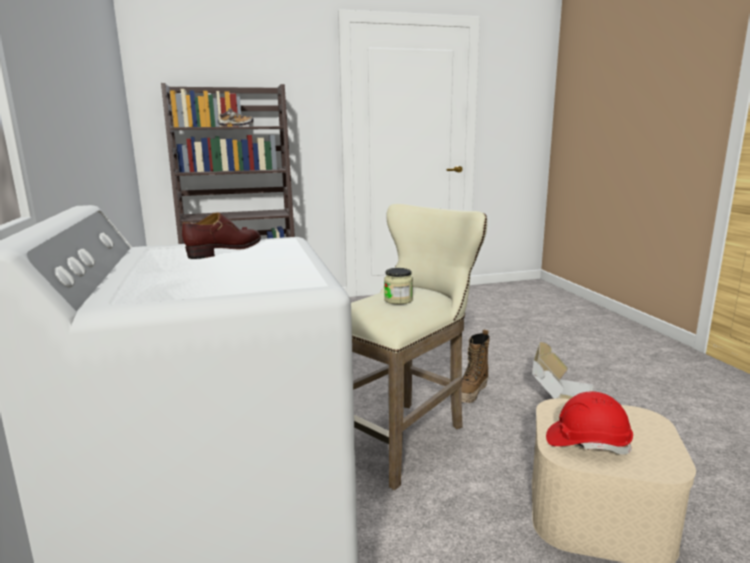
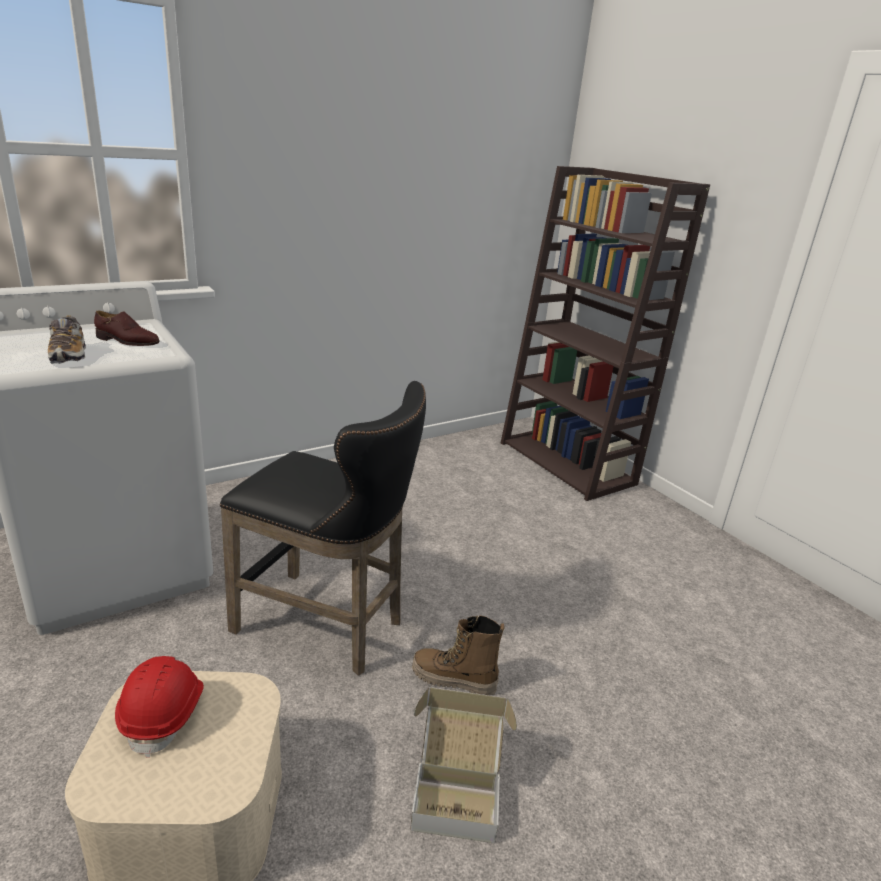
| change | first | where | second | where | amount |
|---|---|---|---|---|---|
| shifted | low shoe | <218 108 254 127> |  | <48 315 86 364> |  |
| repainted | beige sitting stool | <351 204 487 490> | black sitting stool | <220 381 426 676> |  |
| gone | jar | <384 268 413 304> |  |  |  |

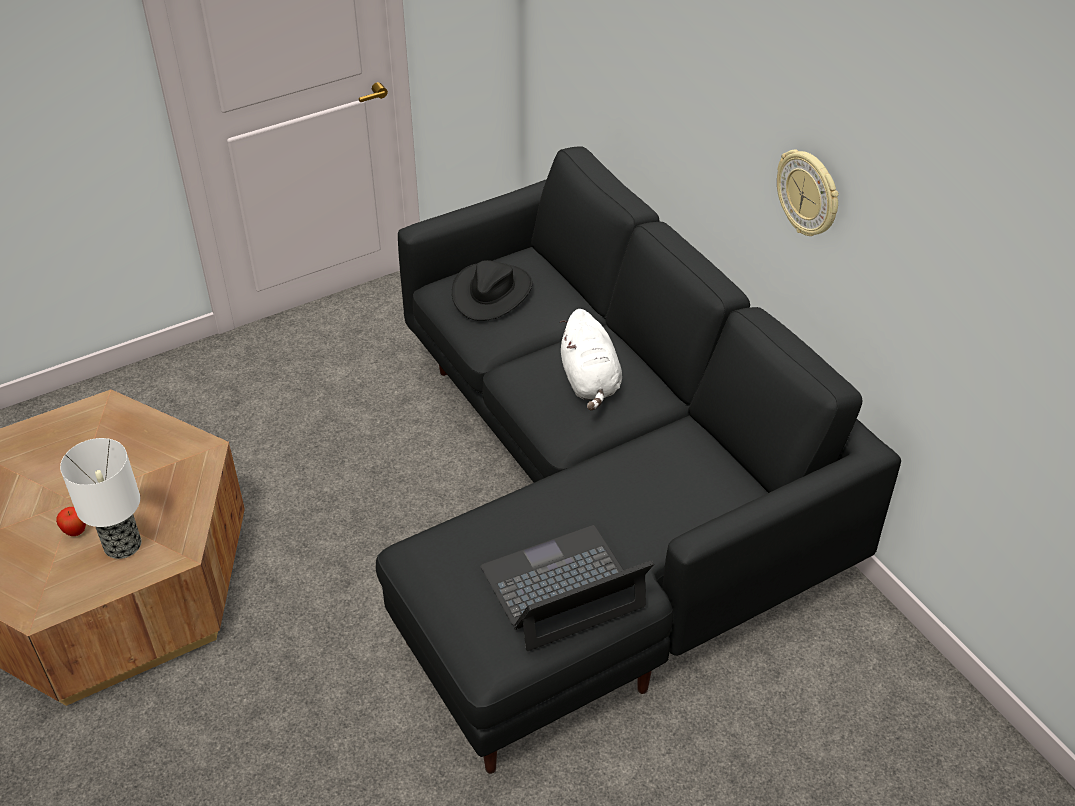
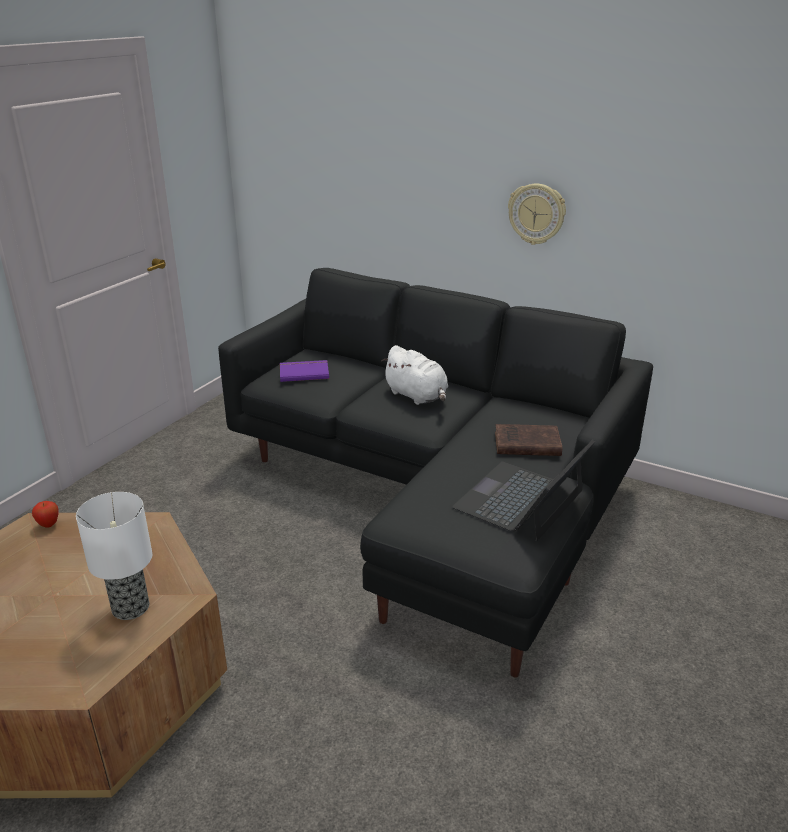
| change | first | where | second | where | amount |
|---|---|---|---|---|---|
| shifted | apple | <56 507 86 536> |  | <32 501 58 528> |  |
| swapped | black hat | <452 260 533 321> | purplish volume | <280 360 329 382> |  |
| new |  |  | brown-coloured volume | <495 424 562 456> |  |

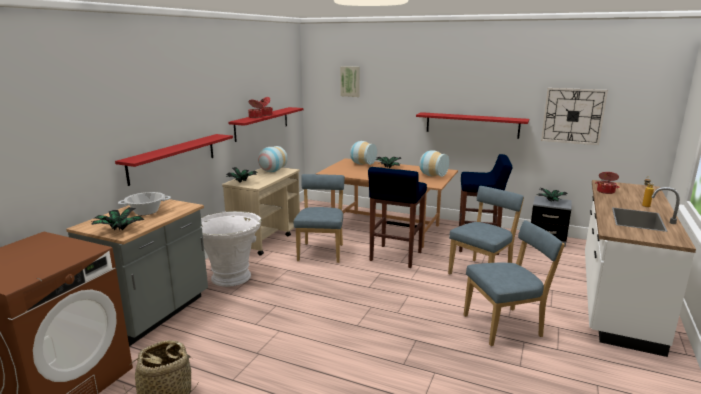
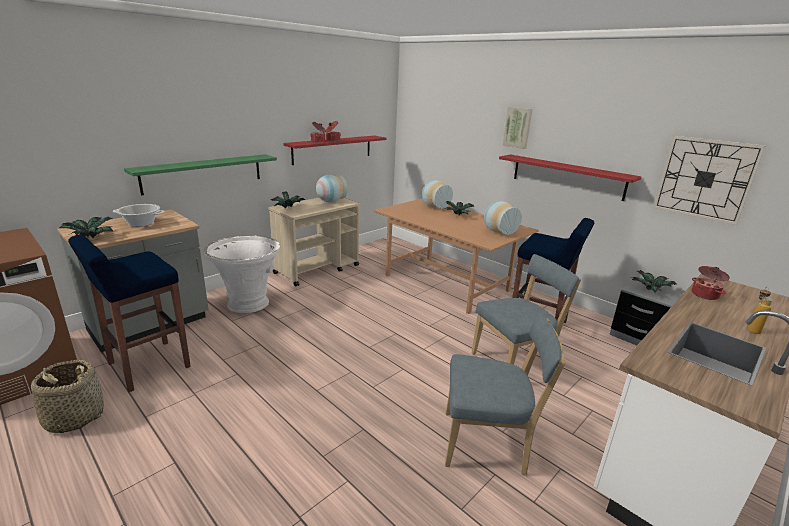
| change | first | where | second | where | amount |
|---|---|---|---|---|---|
| repainted | reddish shelf | <115 134 233 186> | greenish shelf | <124 154 277 195> |  |
| gone | blue plain chair | <294 174 345 263> |  |  |  |
| shifted | wall art | <340 66 360 97> |  | <502 107 532 149> |  |
| shifted | blue sitting stool | <368 167 427 268> |  | <68 234 191 392> |  |

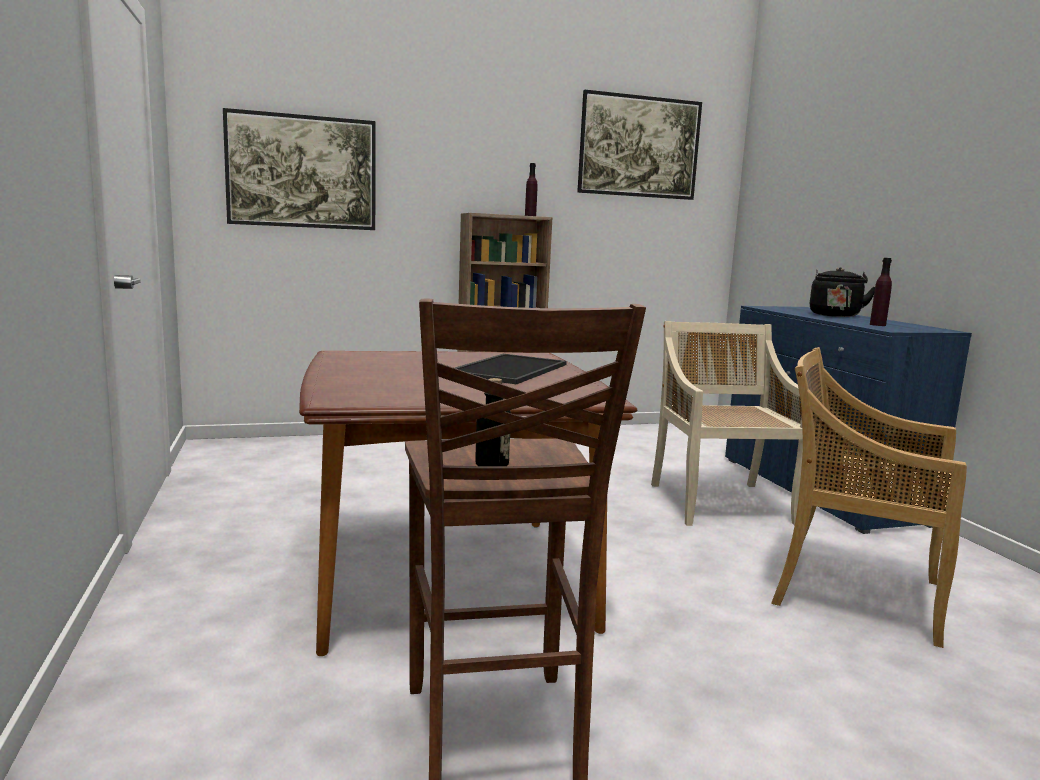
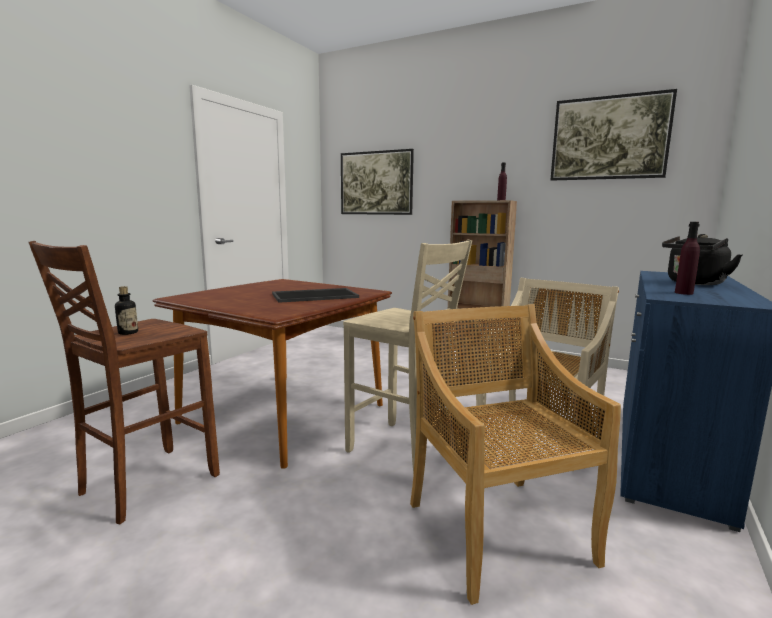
| change | first | where | second | where | amount |
|---|---|---|---|---|---|
| new |  |  | beige sitting stool | <343 239 472 474> |  |

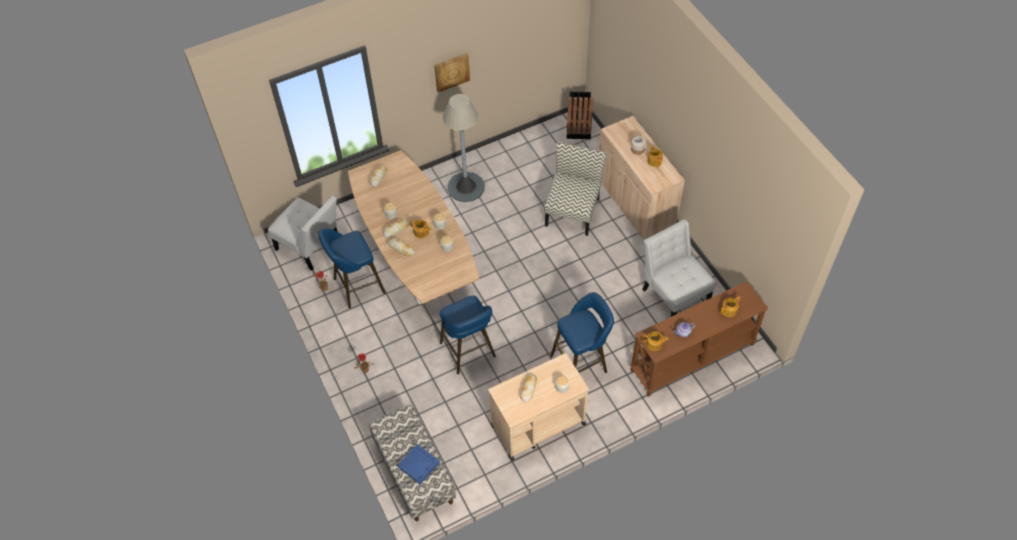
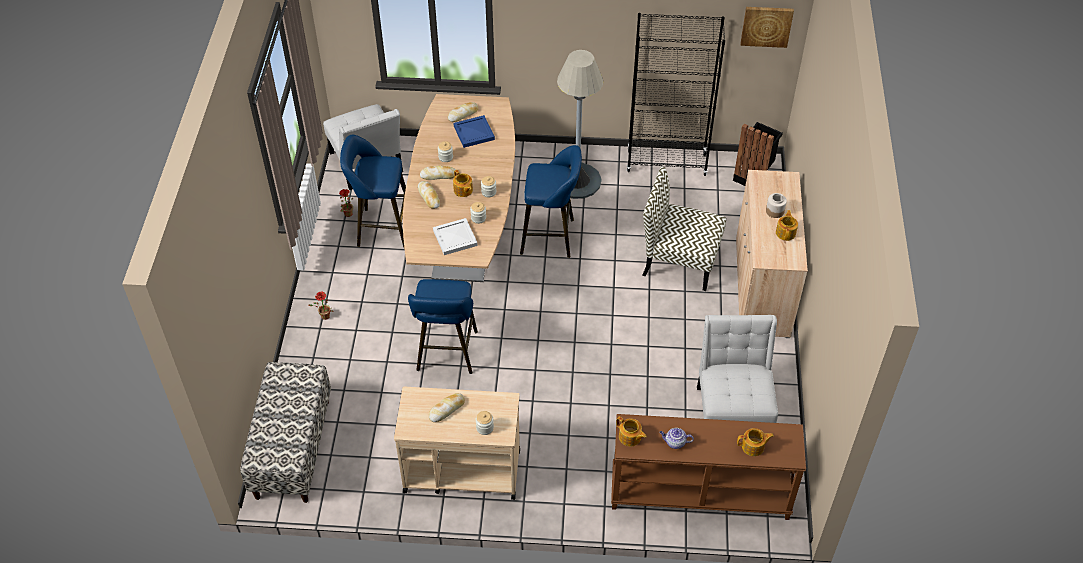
| change | first | where | second | where | amount |
|---|---|---|---|---|---|
| shifted | blue serving tray | <397 444 440 484> |  | <453 115 495 148> |  |
| shifted | wall art | <434 53 470 93> |  | <741 7 794 48> |  |
| rotated | plain chair | <544 142 606 236> |  | <642 167 726 291> | 120 degrees counterclockwise |
| shifted | blue sitting stool | <550 292 614 373> |  | <520 145 582 258> |  |
| new |  |  | white serving tray | <433 218 478 255> |  |
| new |  |  | black bookshelf | <627 13 725 176> |  |

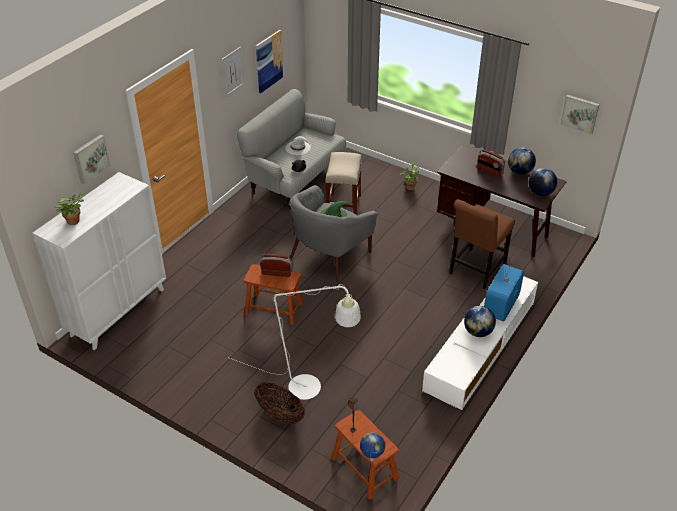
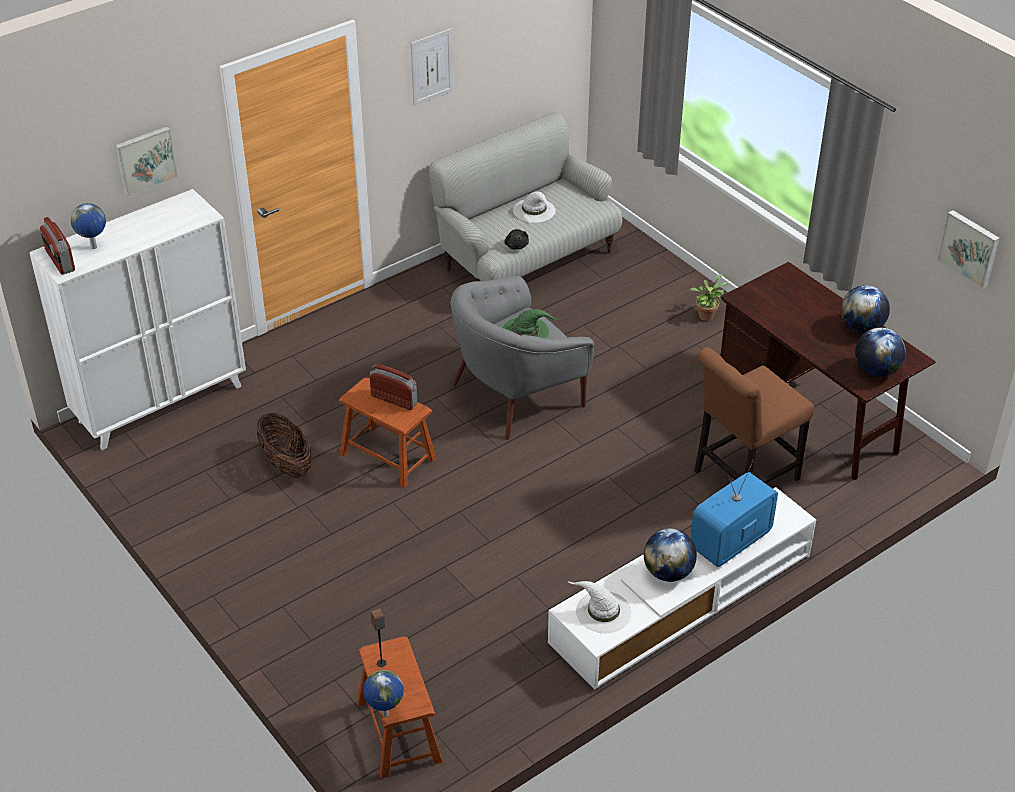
| change | first | where | second | where | amount |
|---|---|---|---|---|---|
| swapped | potted plant | <55 192 85 225> | world globe | <71 203 106 249> |  |
| gone | white standing lamp | <230 284 361 400> |  |  |  |
| shifted | storage basket | <254 382 305 424> |  | <257 413 312 478> |  |
| gone | wall art | <256 30 284 93> |  |  |  |
| gone | beige sitting stool | <325 152 362 215> |  |  |  |
| shifted | radio | <477 149 505 178> |  | <40 217 75 275> |  |
| new |  |  | white hat | <568 581 631 633> |  |

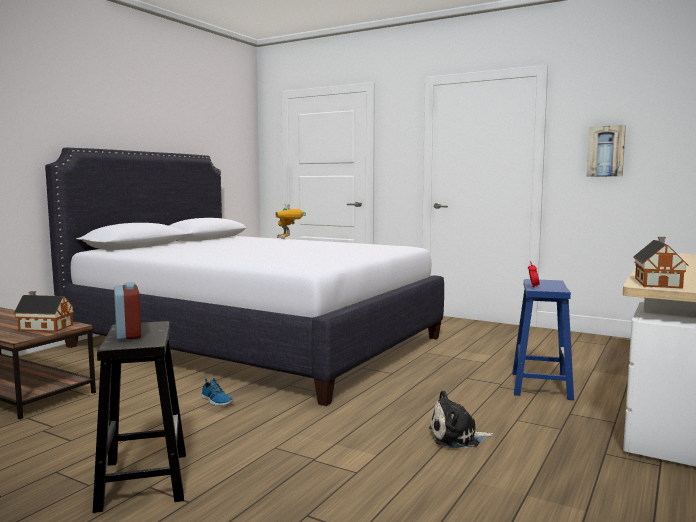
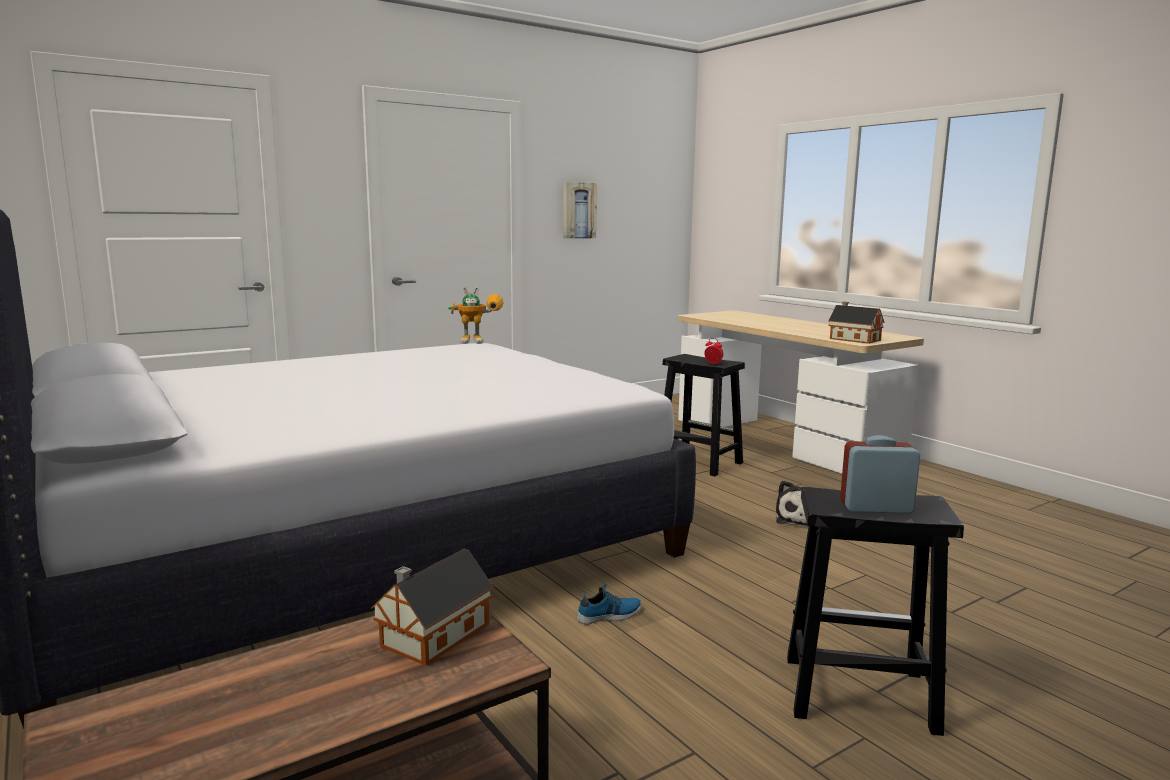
| change | first | where | second | where | amount |
|---|---|---|---|---|---|
| shifted | model robot | <276 204 306 239> |  | <448 287 504 344> |  |
| repainted | blue sitting stool | <512 279 574 401> | black sitting stool | <663 354 745 476> |  |

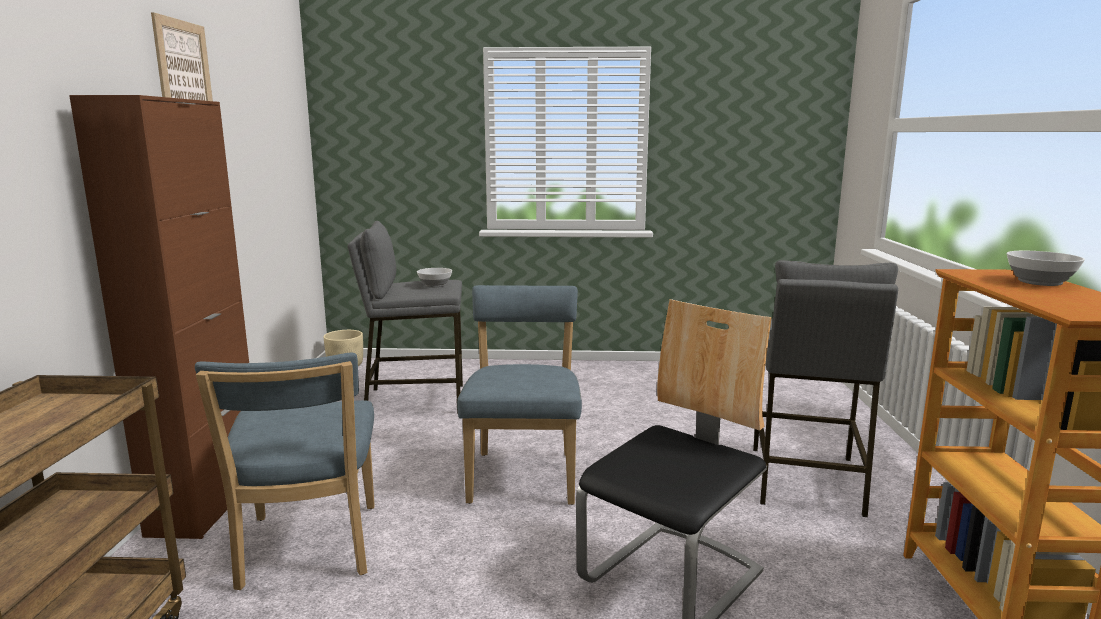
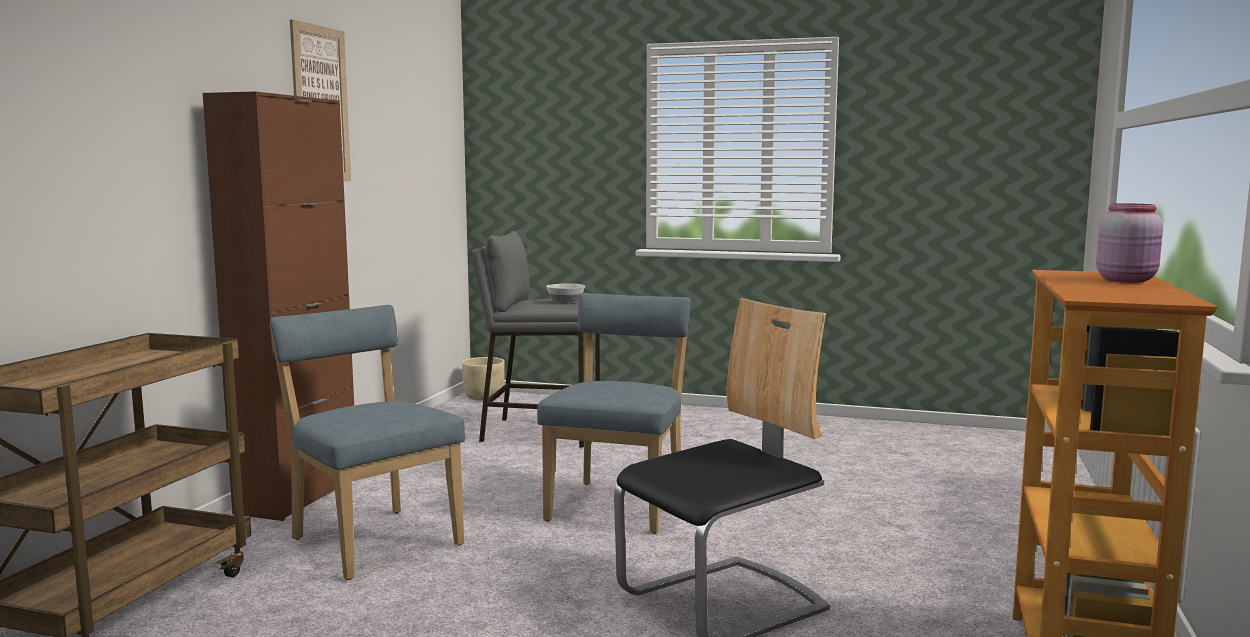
| change | first | where | second | where | amount |
|---|---|---|---|---|---|
| rotated | blue plain chair | <195 352 374 590> |  | <270 305 465 580> | 135 degrees clockwise |
| gone | gray sitting stool | <753 260 898 517> |  |  |  |
| swapped | bowl | <1006 251 1085 286> | pink jar | <1096 203 1163 282> |  |

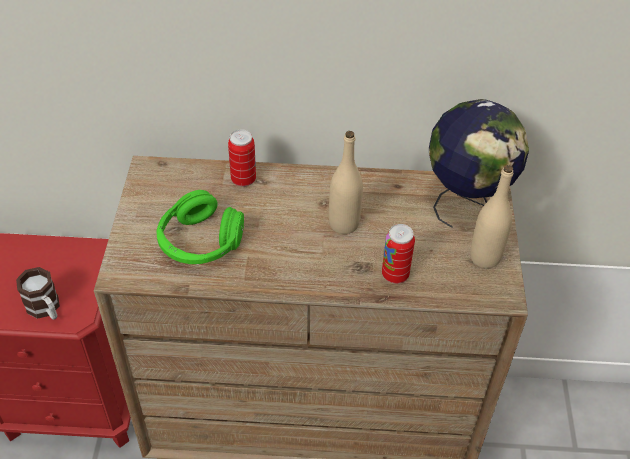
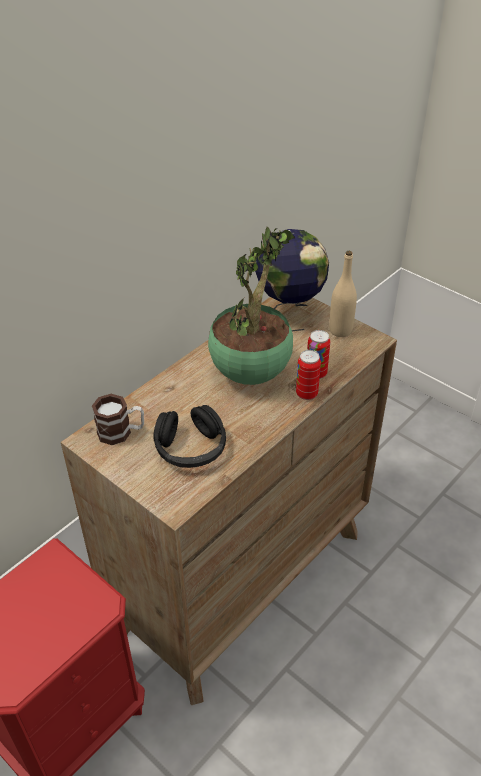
| change | first | where | second | where | amount |
|---|---|---|---|---|---|
| shifted | mug | <16 267 60 320> |  | <92 394 144 445> |  |
| repainted | greenish headset | <157 190 244 264> | black headset | <153 405 226 468> |  |
| shifted | sealed can | <228 130 256 187> |  | <296 350 321 400> |  |
| swapped | beige drink bottle | <329 131 363 234> | potted plant | <208 227 295 385> |  |

